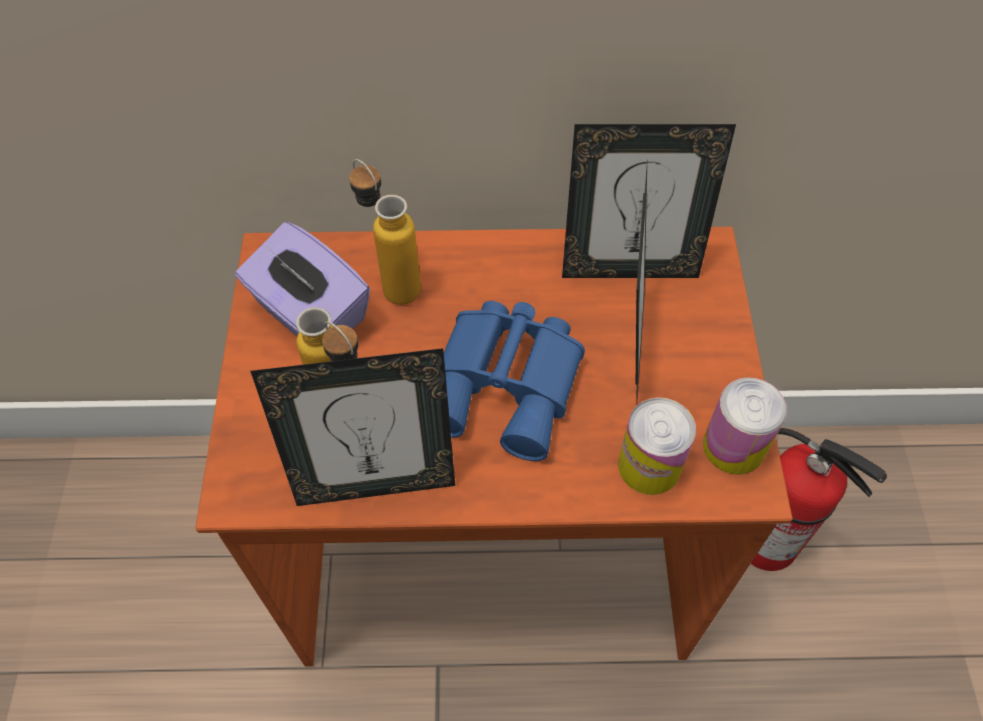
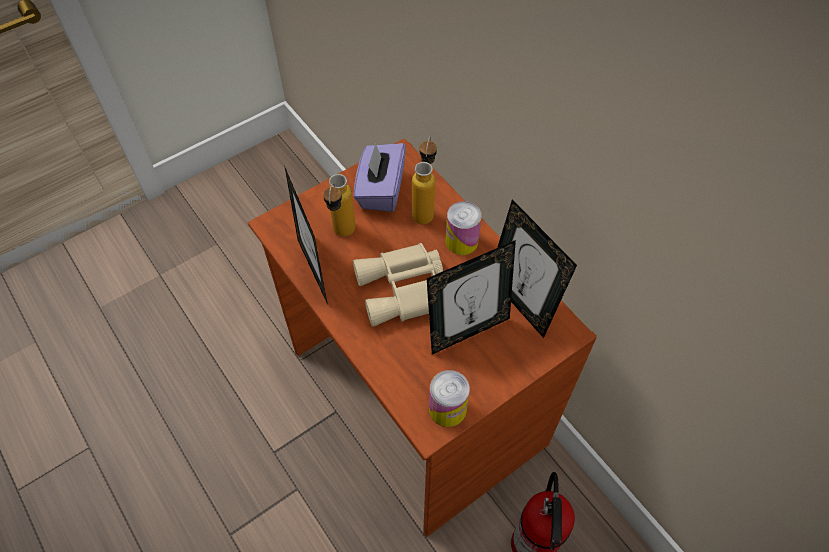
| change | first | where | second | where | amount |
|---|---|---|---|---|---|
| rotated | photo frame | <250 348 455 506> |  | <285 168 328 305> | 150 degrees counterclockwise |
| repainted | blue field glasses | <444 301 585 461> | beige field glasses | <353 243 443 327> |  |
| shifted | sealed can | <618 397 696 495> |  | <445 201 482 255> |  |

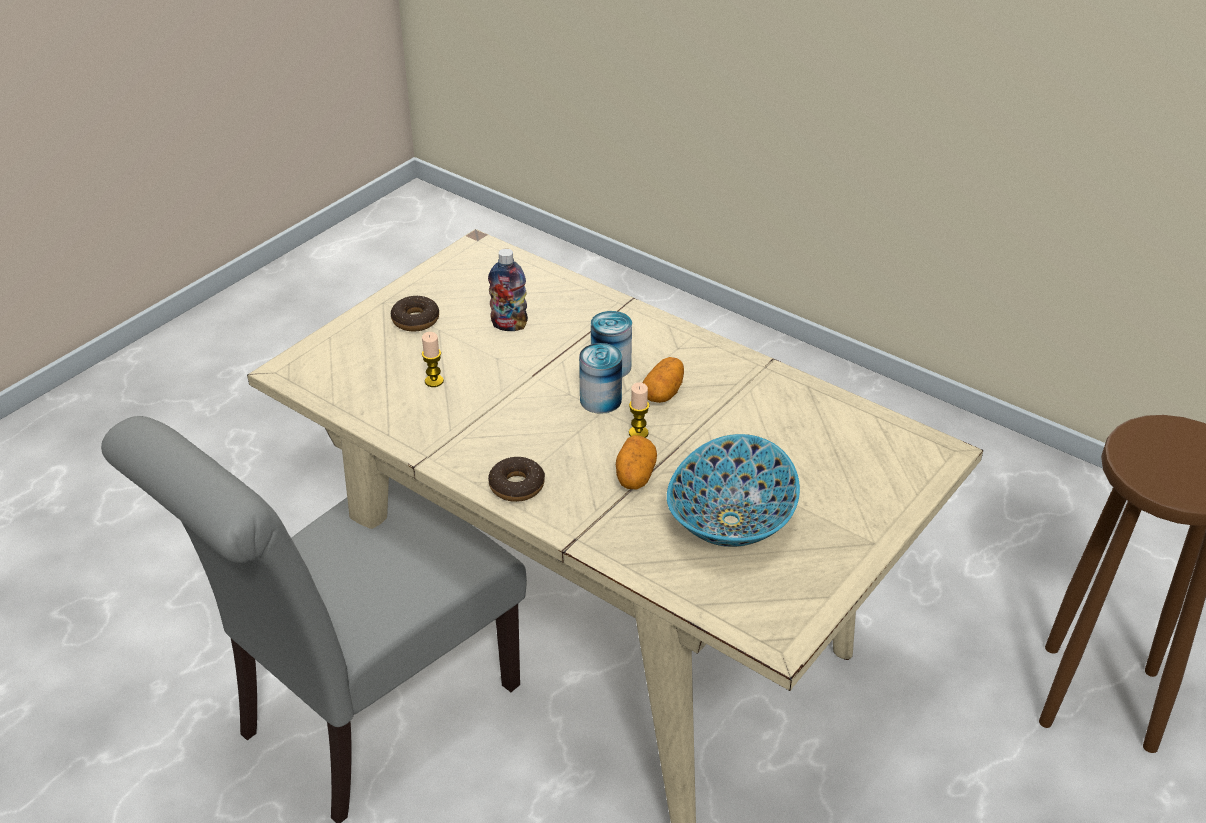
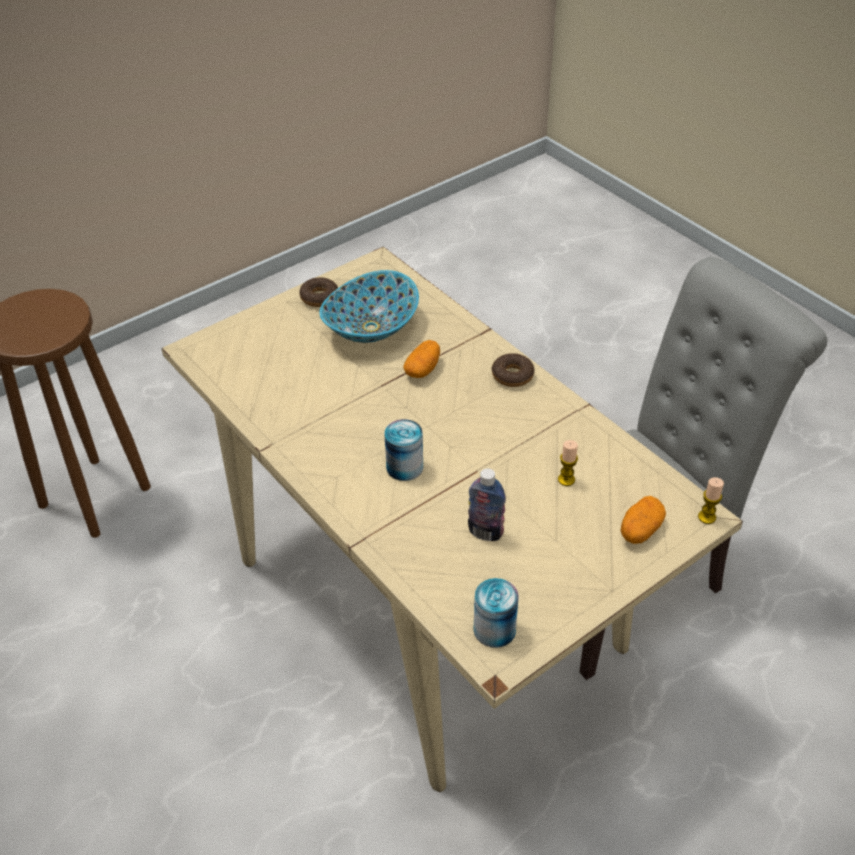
| change | first | where | second | where | amount |
|---|---|---|---|---|---|
| shifted | donut | <391 296 439 331> |  | <299 277 338 307> |  |
| shifted | sealed can | <579 343 622 414> |  | <474 578 519 648> |  |
| shifted | wax candle | <629 382 650 438> |  | <698 477 724 524> |  |
| shifted | spud | <643 357 684 403> |  | <621 496 666 544> |  |

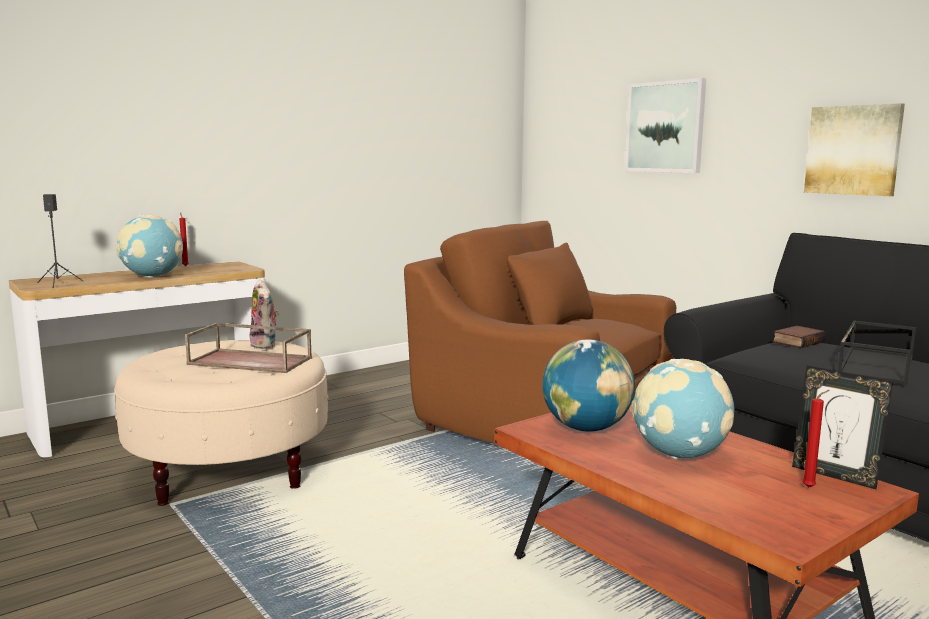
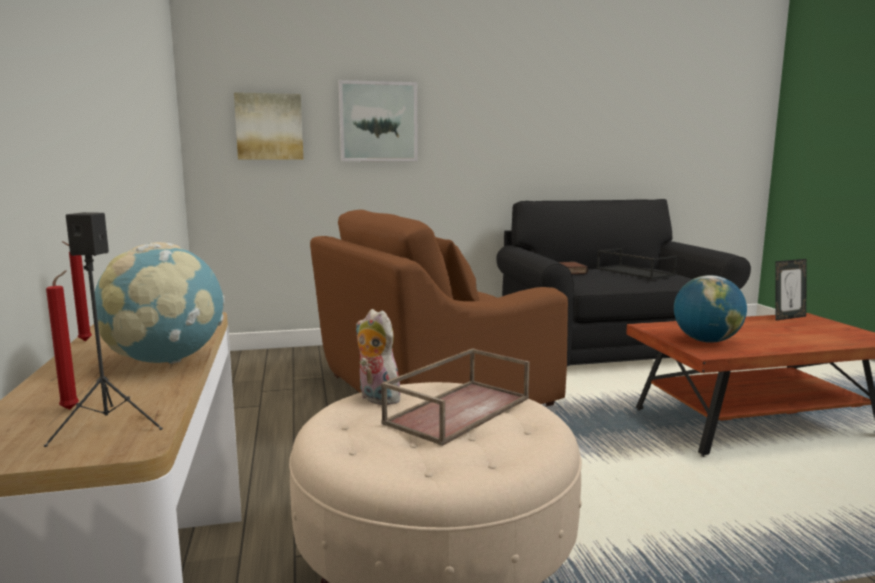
| change | first | where | second | where | amount |
|---|---|---|---|---|---|
| rotated | soft toy | <250 279 279 349> |  | <356 309 402 405> | 135 degrees counterclockwise |
| gone | world globe | <631 359 734 459> |  |  |  |
| shifted | reddish wax candle | <802 390 830 488> |  | <46 270 79 410> |  |
| shifted | wall art | <804 103 905 196> |  | <234 92 303 159> |  |

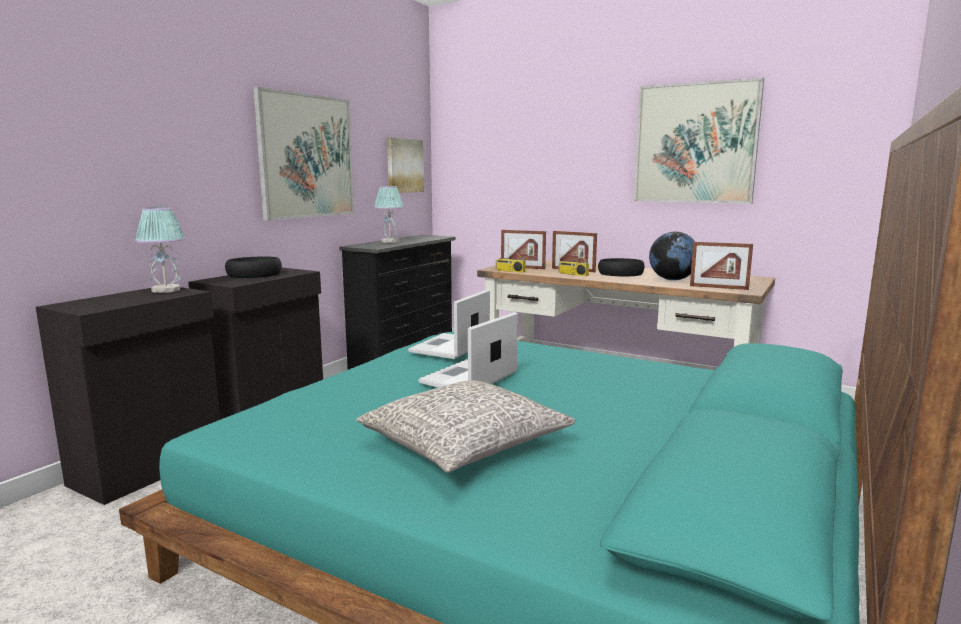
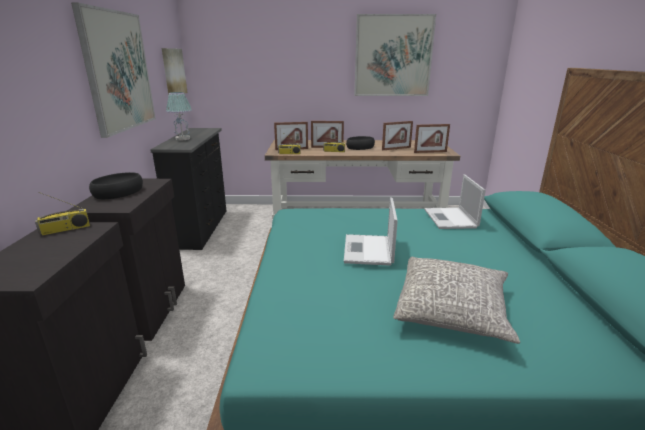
| change | first | where | second | where | amount |
|---|---|---|---|---|---|
| swapped | table lamp | <135 207 185 293> | radio | <35 192 90 236> |  |
| shifted | portable computer | <408 290 490 359> |  | <424 174 486 229> |  |
| swapped | world globe | <649 231 695 280> | photo frame | <382 121 413 150> |  |

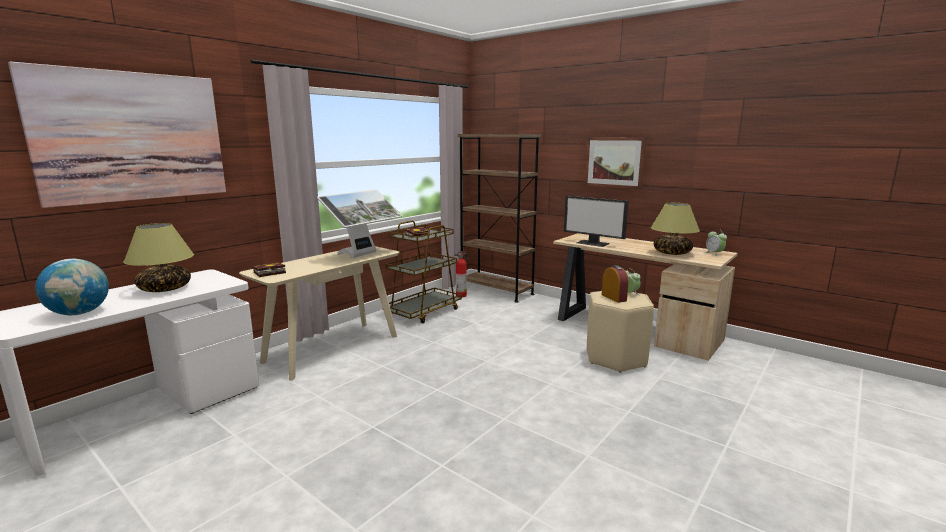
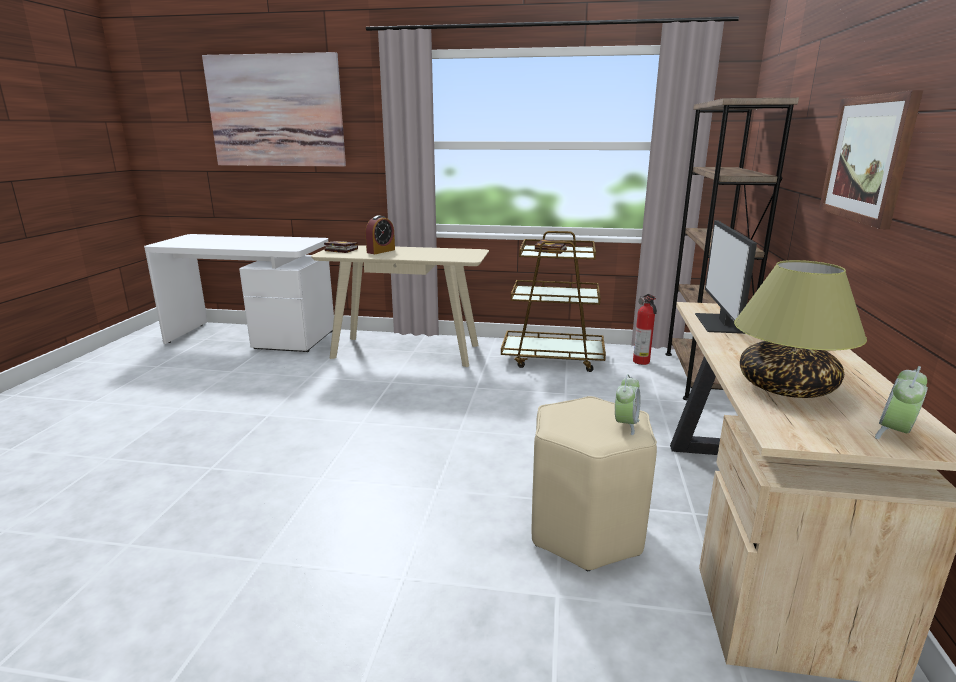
| change | first | where | second | where | amount |
|---|---|---|---|---|---|
| gone | world globe | <35 259 109 315> |  |  |  |
| gone | table lamp | <124 223 194 292> |  |  |  |
| gone | computer display | <317 189 402 258> |  |  |  |
| shifted | bedside clock | <602 265 629 303> |  | <365 215 395 254> |  |

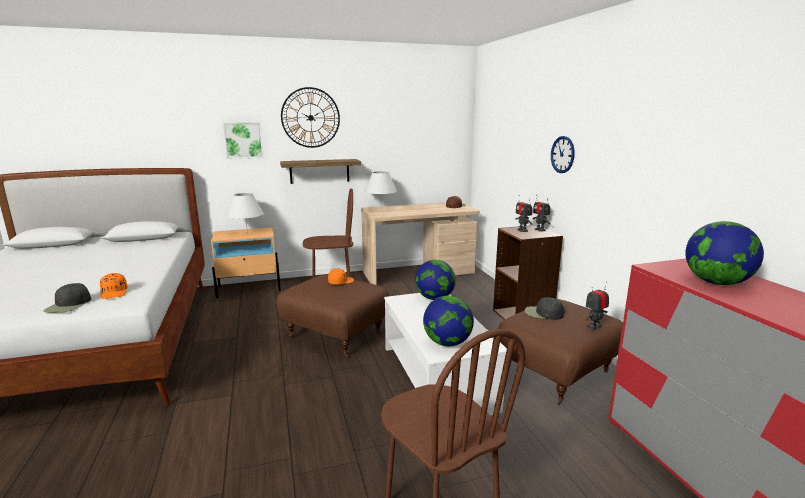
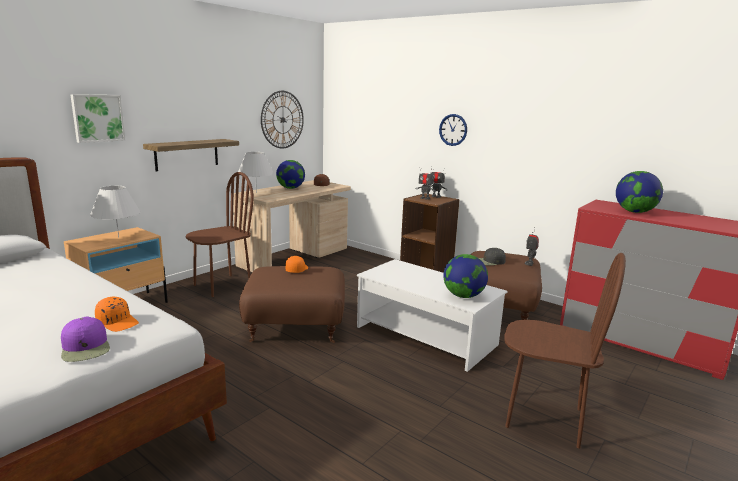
| change | first | where | second | where | amount |
|---|---|---|---|---|---|
| repainted | black peaked cap | <43 283 91 313> | purplish peaked cap | <61 317 110 362> |  |
| shifted | wall clock | <281 87 340 148> |  | <261 91 304 149> |  |
| shifted | world globe | <415 260 456 300> |  | <276 160 305 189> |  |

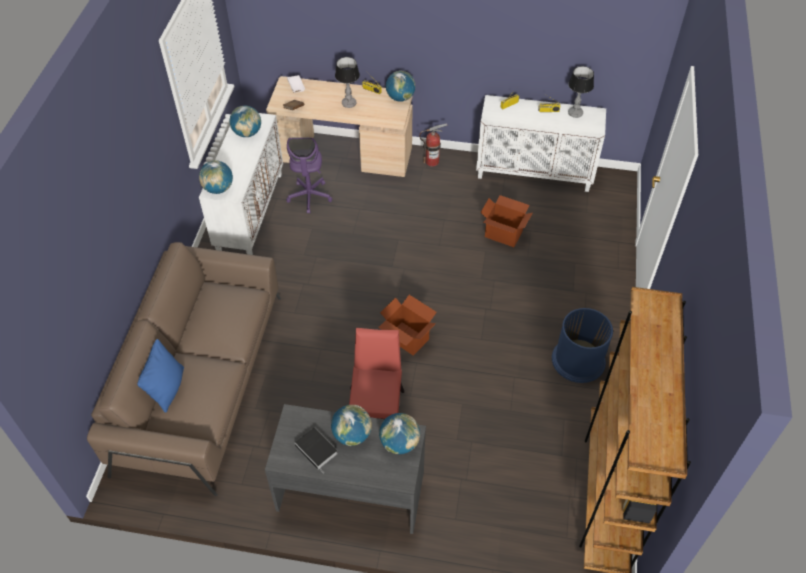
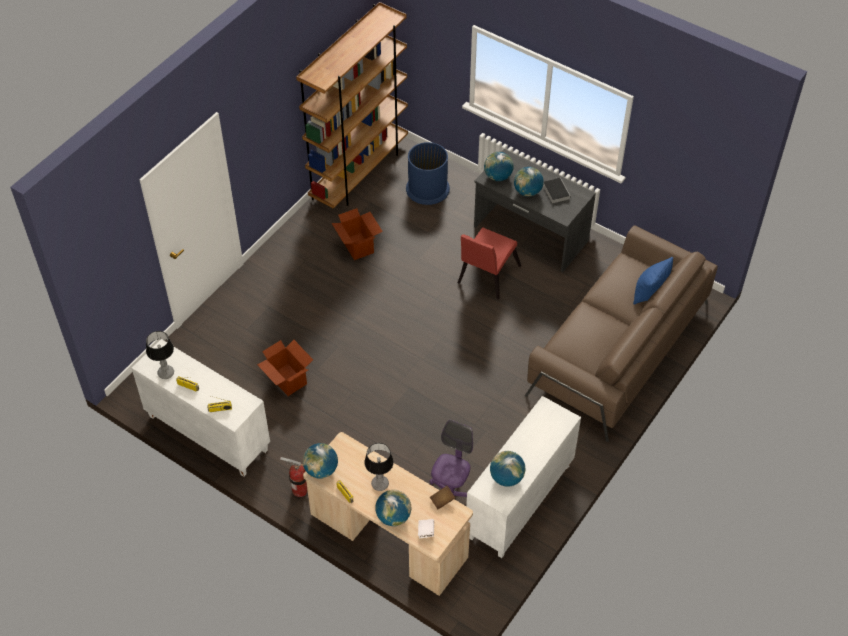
| change | first | where | second | where | amount |
|---|---|---|---|---|---|
| shifted | world globe | <199 160 233 194> |  | <375 489 411 526> |  |
| shifted | packing box | <378 295 437 356> |  | <332 208 383 260> |  |
| shifted | blue rubbish bin | <552 308 613 383> |  | <406 142 450 205> |  |

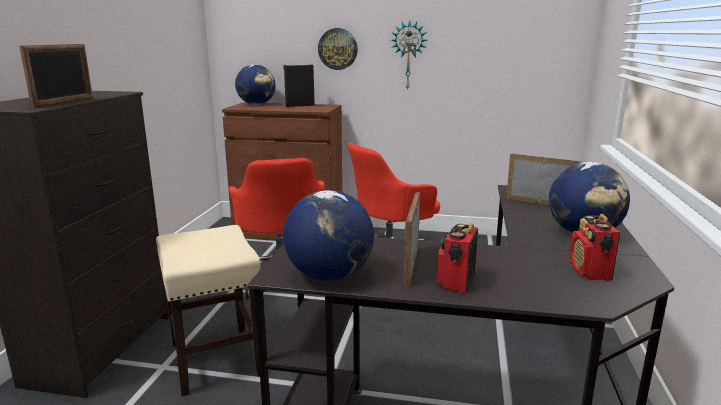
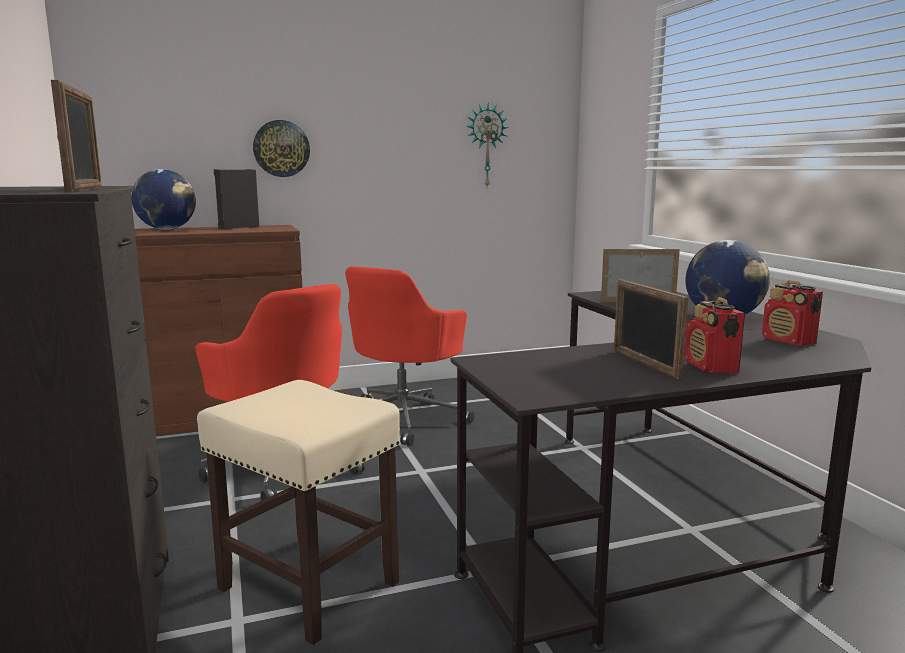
| change | first | where | second | where | amount |
|---|---|---|---|---|---|
| gone | world globe | <283 190 374 281> |  |  |  |
| shifted | wall clock | <391 20 427 91> |  | <466 102 509 189> |  |

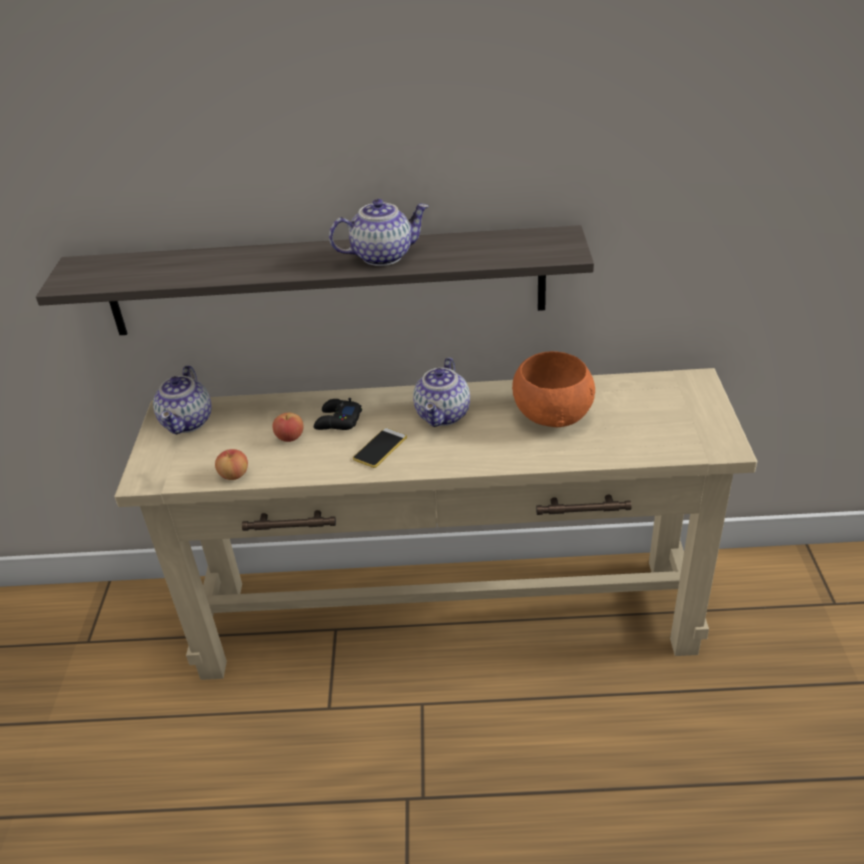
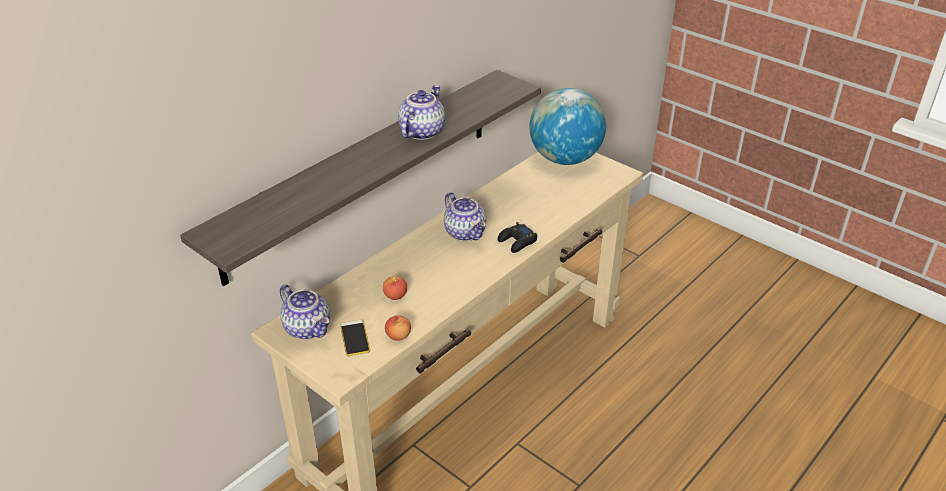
| change | first | where | second | where | amount |
|---|---|---|---|---|---|
| shifted | black gamepad | <314 398 362 430> |  | <498 222 537 253> |  |
| shifted | phone | <353 428 407 468> |  | <340 320 370 356> |  |
| gone | orange bowl | <512 351 595 427> |  |  |  |
| new |  |  | world globe | <529 88 606 165> |  |

